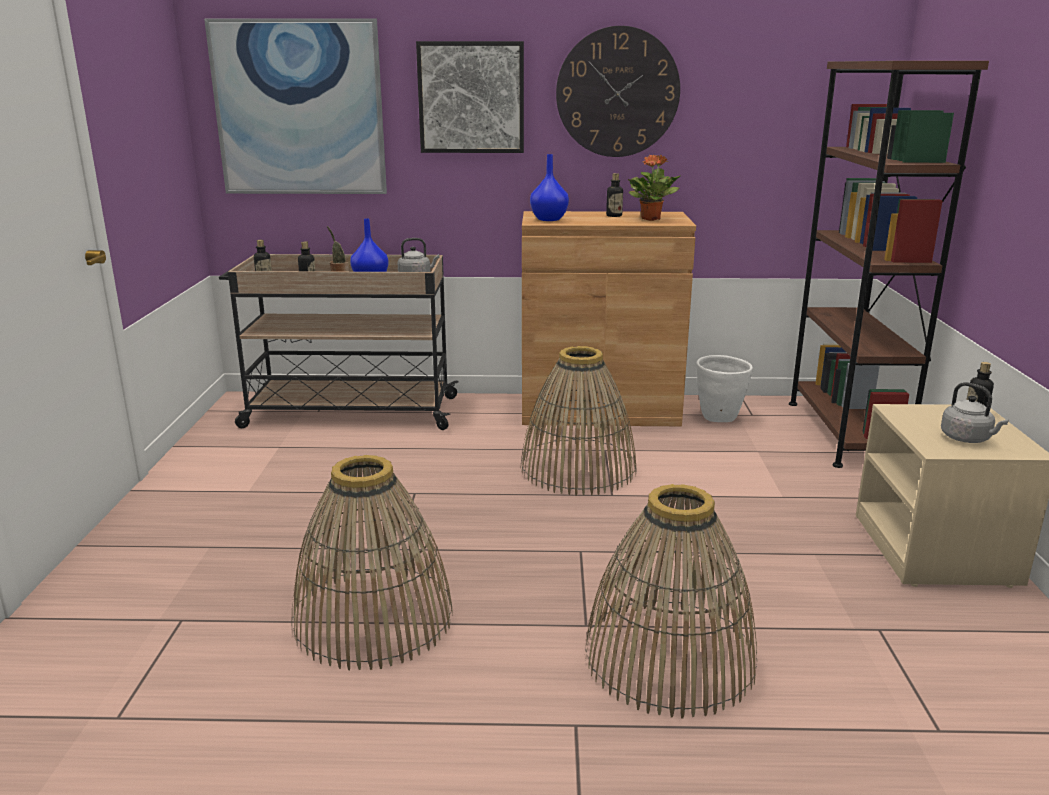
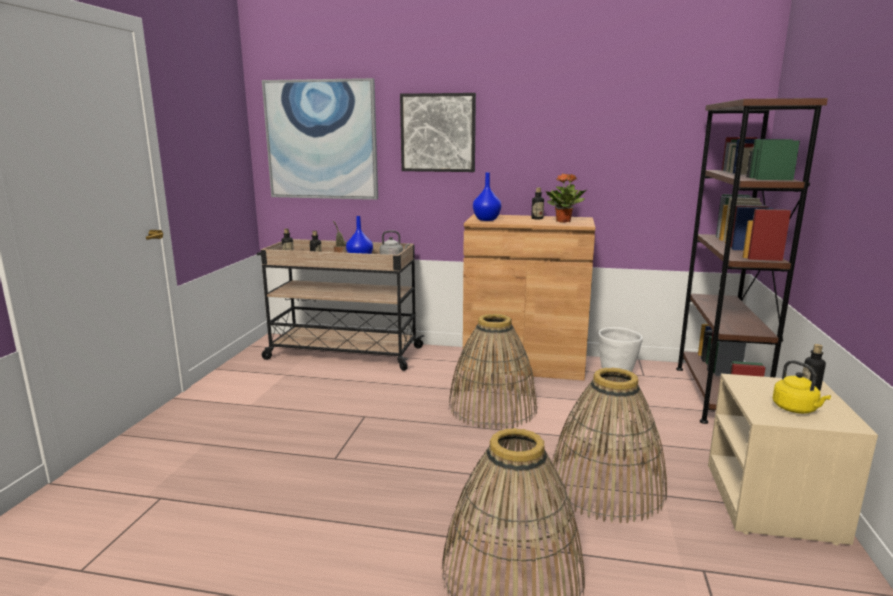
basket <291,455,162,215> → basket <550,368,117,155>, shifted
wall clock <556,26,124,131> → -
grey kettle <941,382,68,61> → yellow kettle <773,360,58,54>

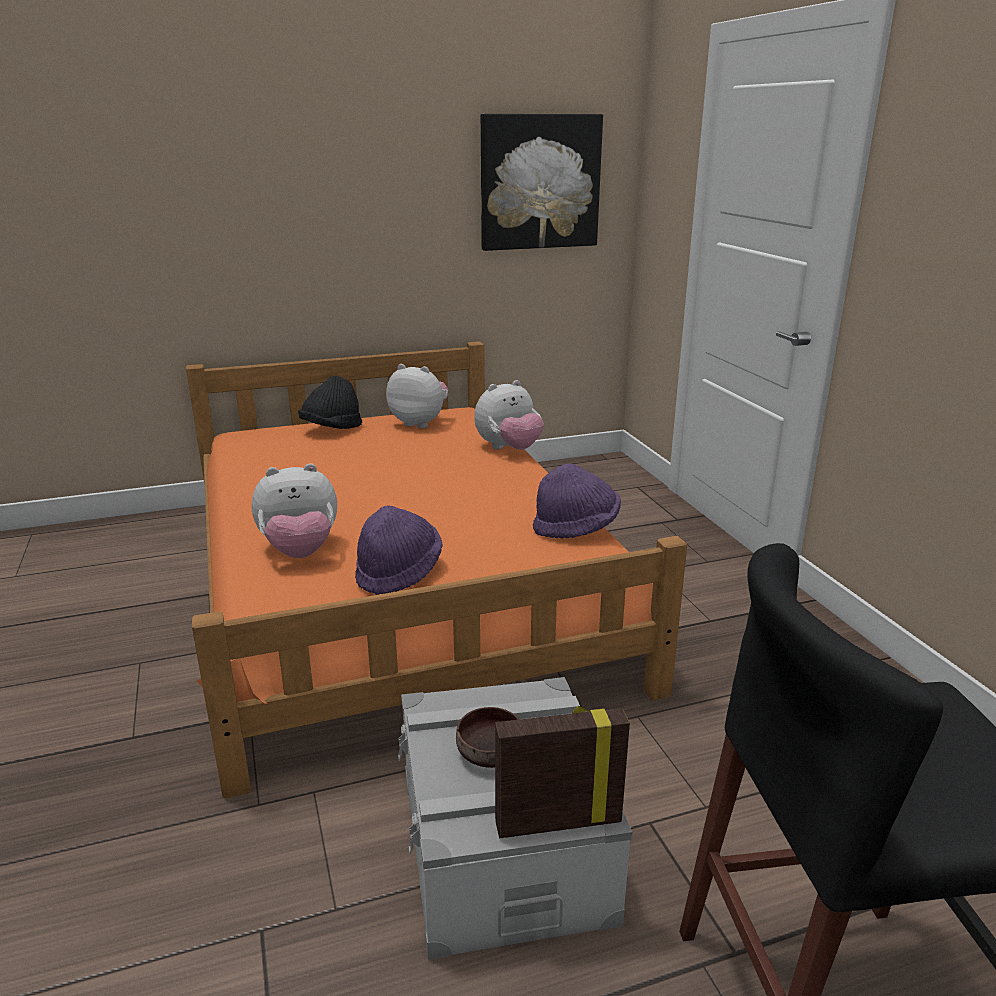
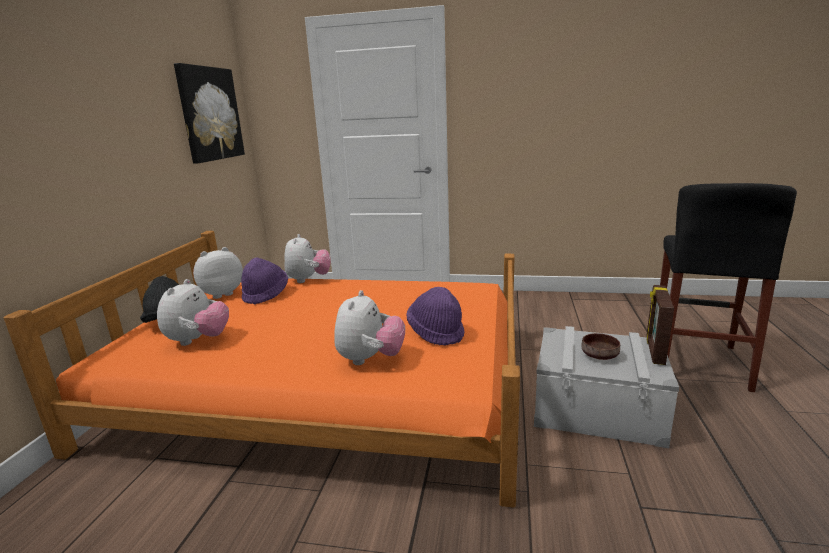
purple hat <533,463,88,76> → purple hat <241,258,47,47>, shifted
- → plush toy <157,279,72,67>

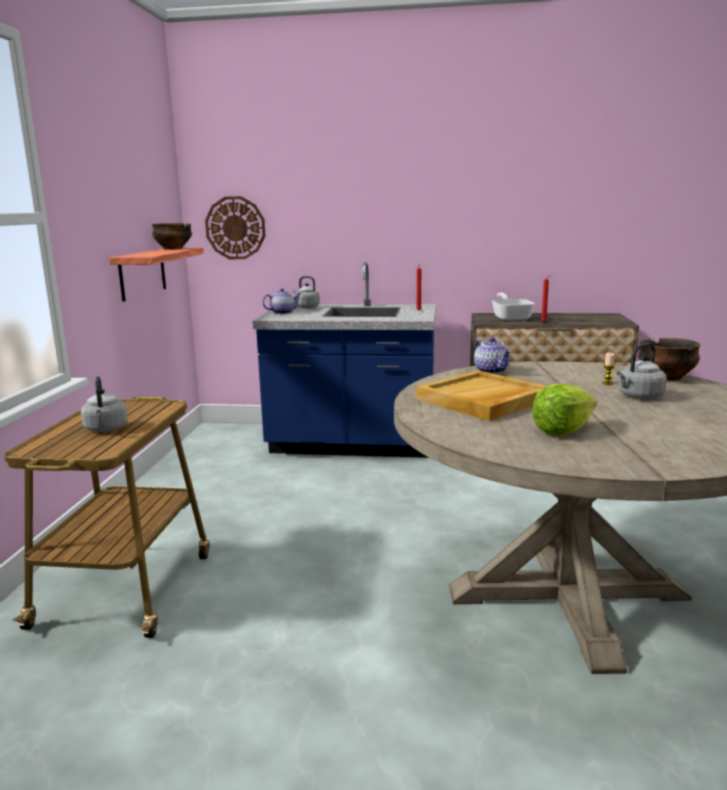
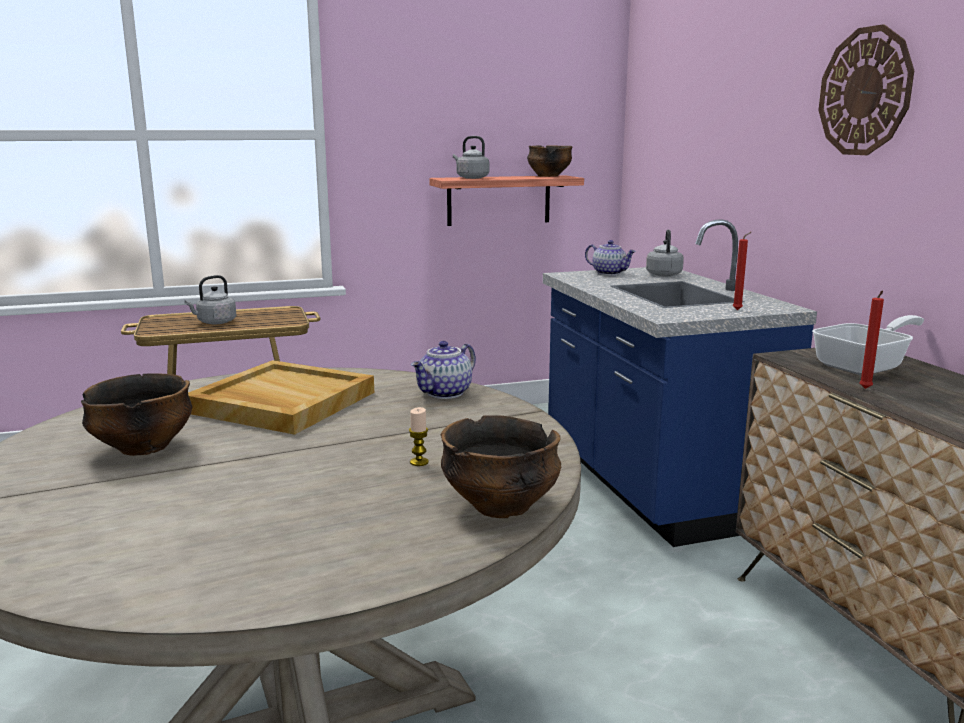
wall clock <205,196,60,63> → wall clock <819,24,95,131>, shifted
lettuce <532,384,65,51> → bowl <81,373,111,83>
grey kettle <617,343,50,56> → grey kettle <453,136,36,43>, shifted

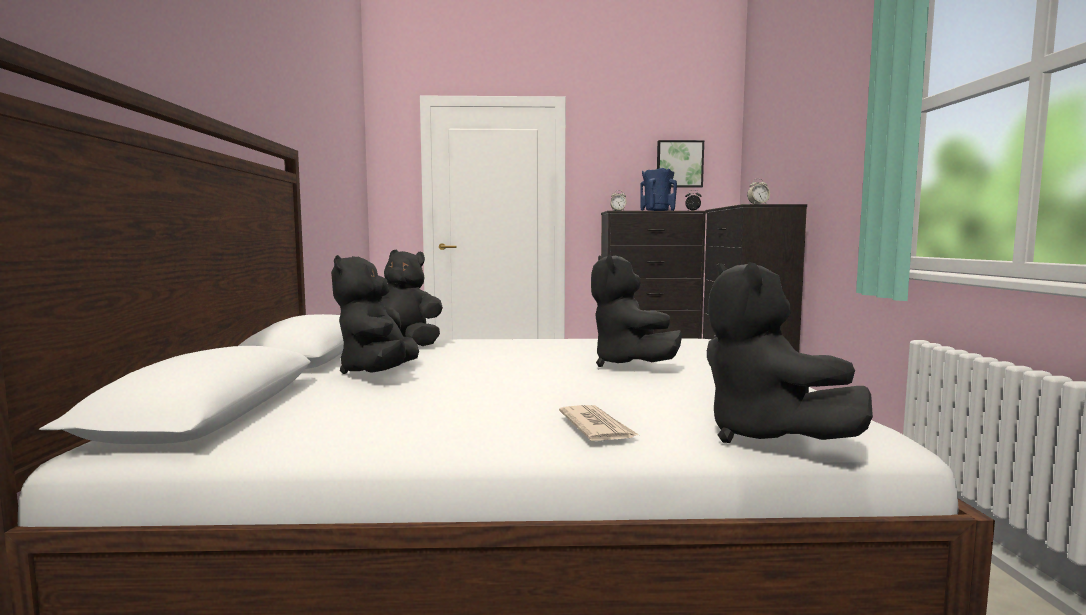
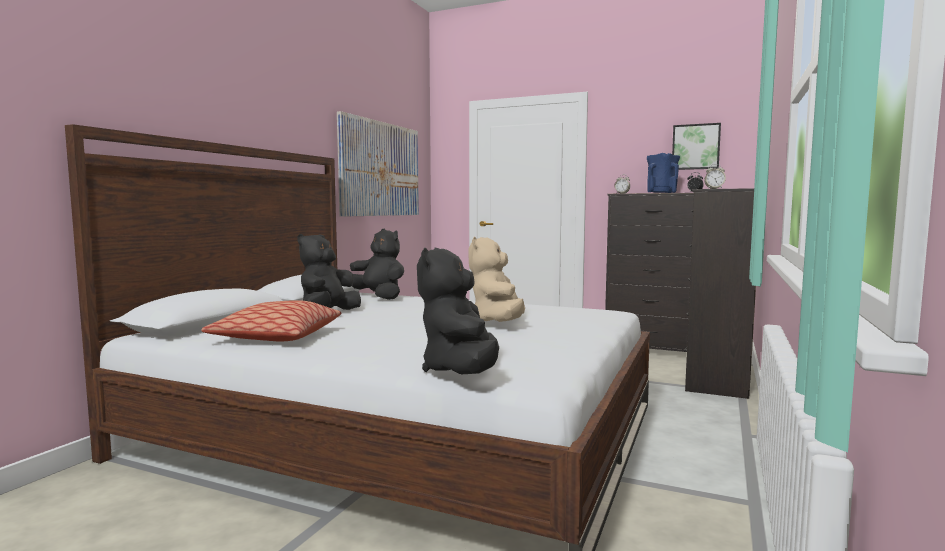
newspaper <559,405,80,36> → -
black plush toy <591,254,91,113> → beige plush toy <469,237,56,85>
- → pillow <201,300,140,41>
- → picture <337,111,82,106>

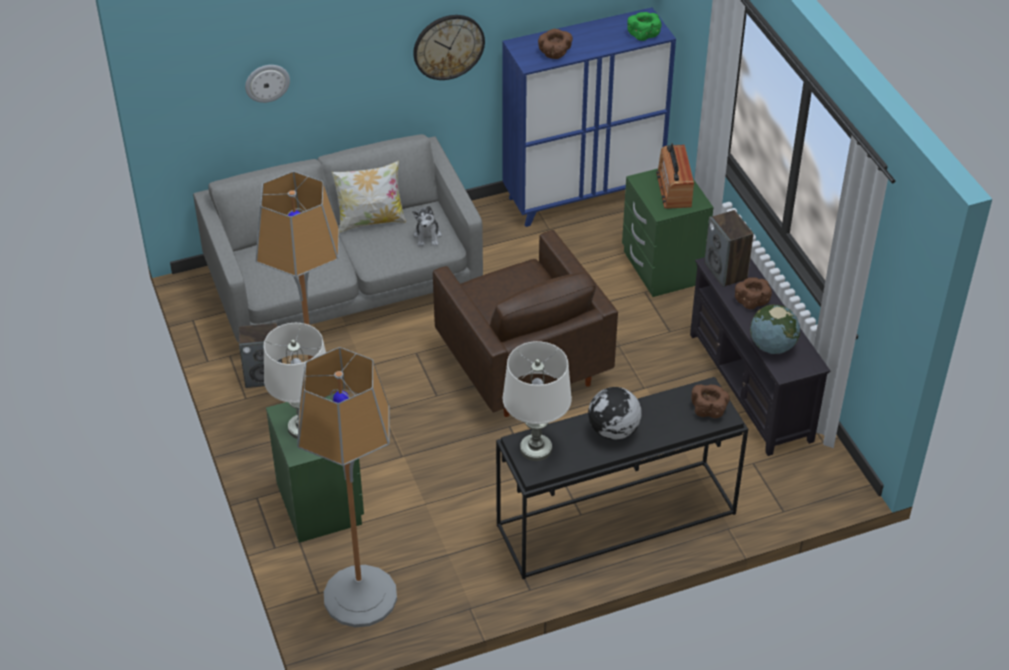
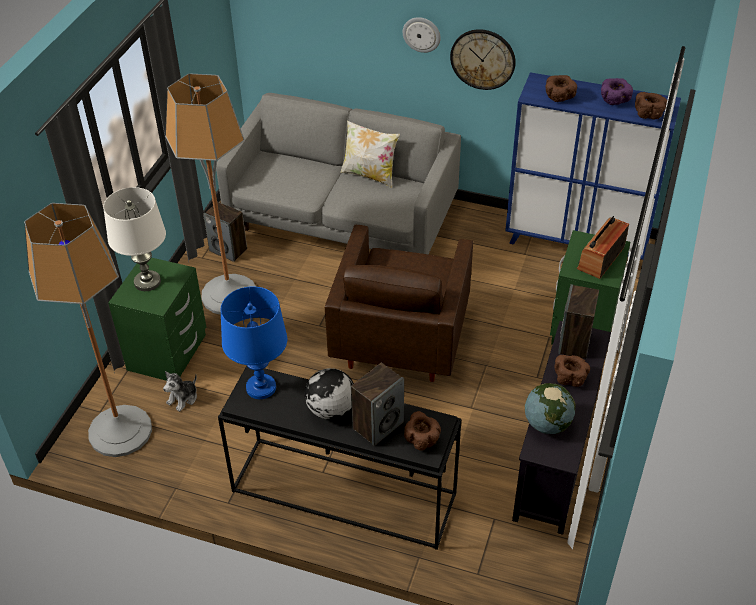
wall clock <245,65,45,38> → wall clock <403,17,38,36>, shifted
plush toy <412,206,30,41> → plush toy <163,371,34,41>, shifted
white table lamp <503,341,69,120> → blue table lamp <220,286,67,113>
green bowl <627,12,35,29> → brown bowl <635,92,32,28>
- → speaker <351,363,53,83>
- → purple bowl <601,78,32,27>

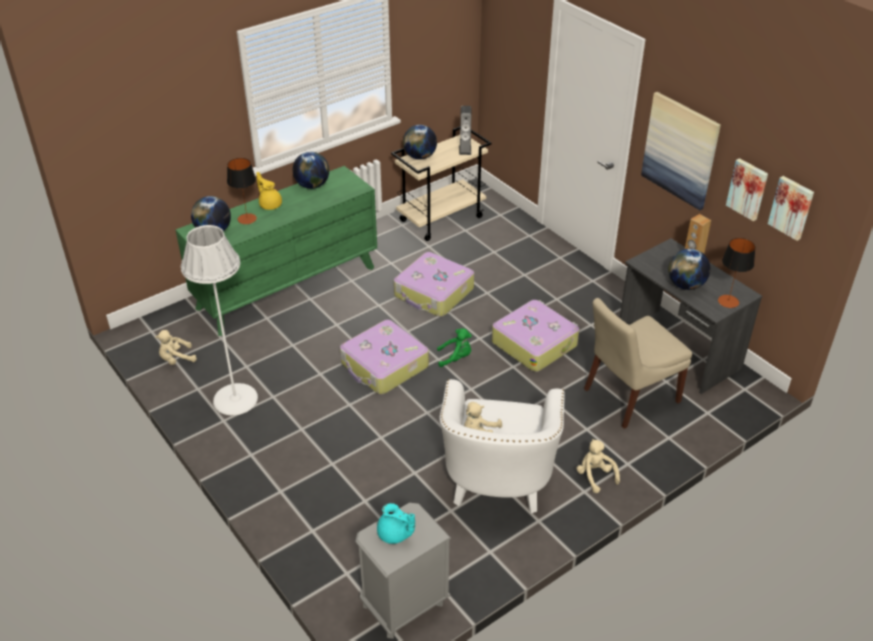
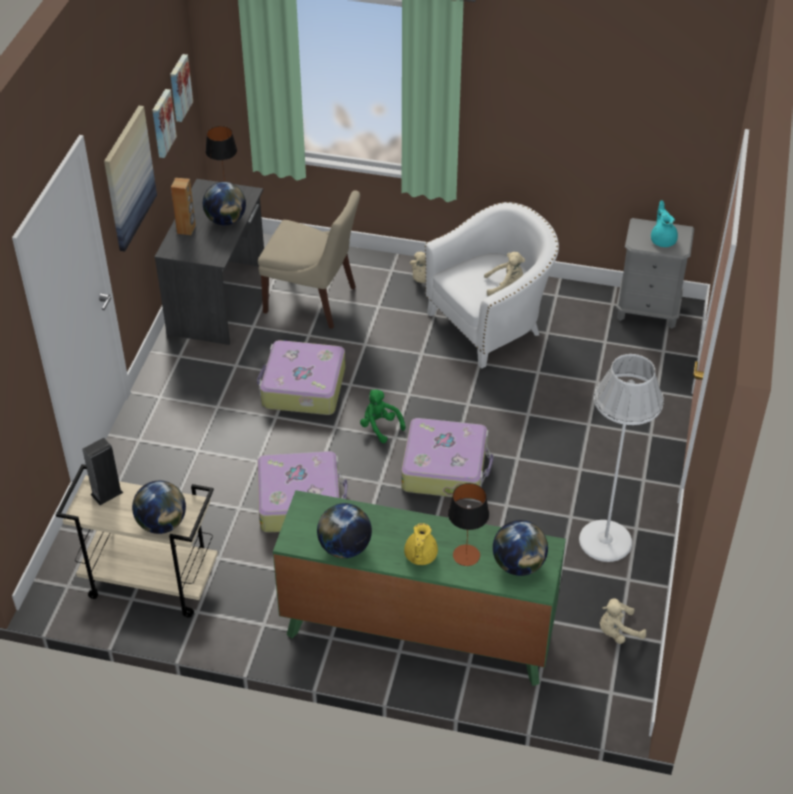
beige plush toy <155,330,42,35> → beige plush toy <600,598,46,46>, 135 degrees clockwise

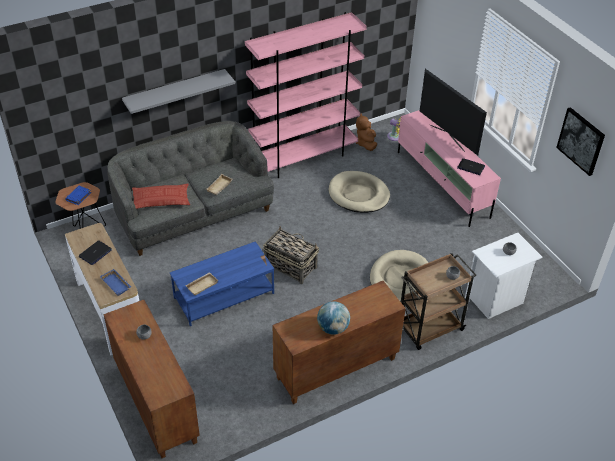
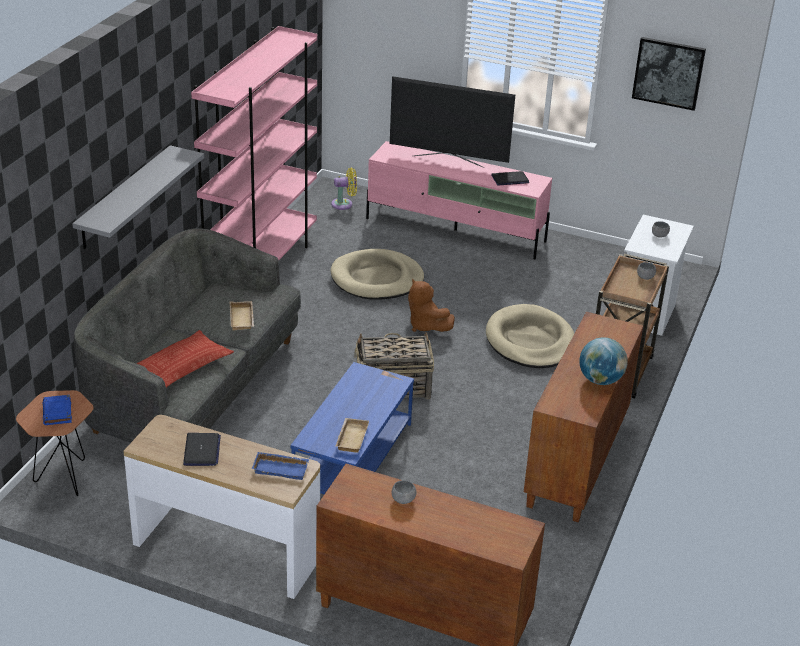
brown plush toy <356,113,21,38> → brown plush toy <408,278,47,54>, shifted

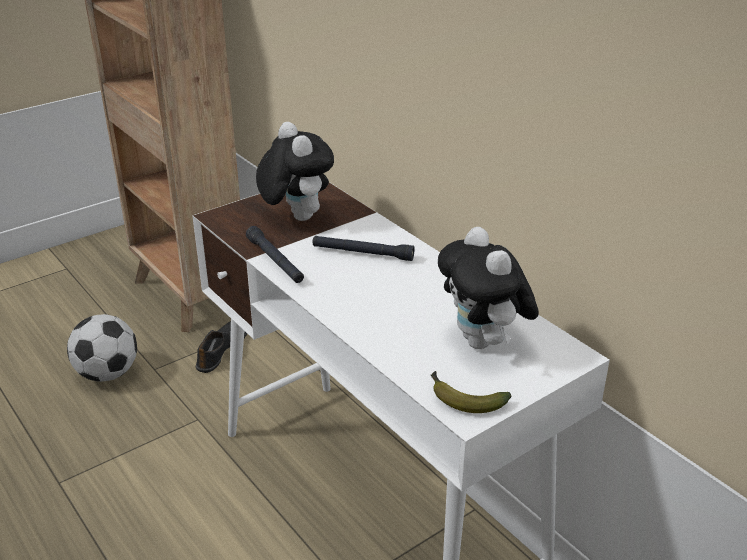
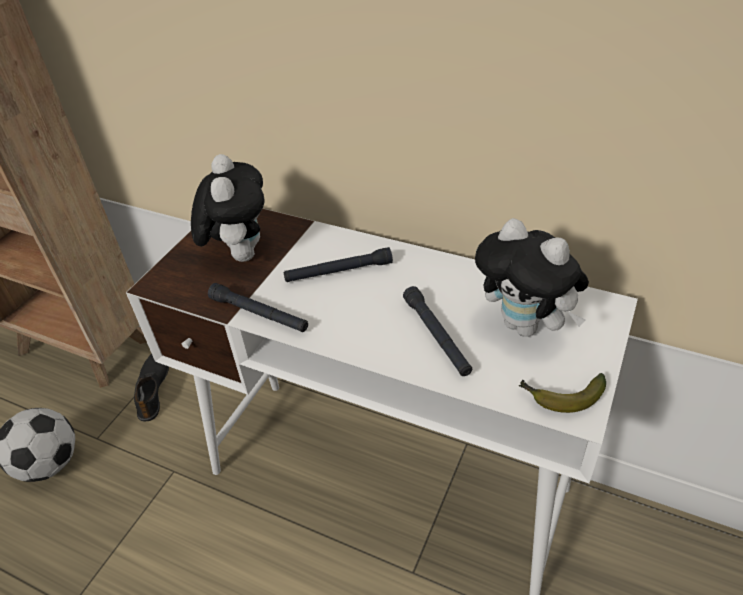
plush toy <256,122,78,99> → plush toy <191,154,74,108>, 45 degrees clockwise
- → black flashlight <403,286,69,90>

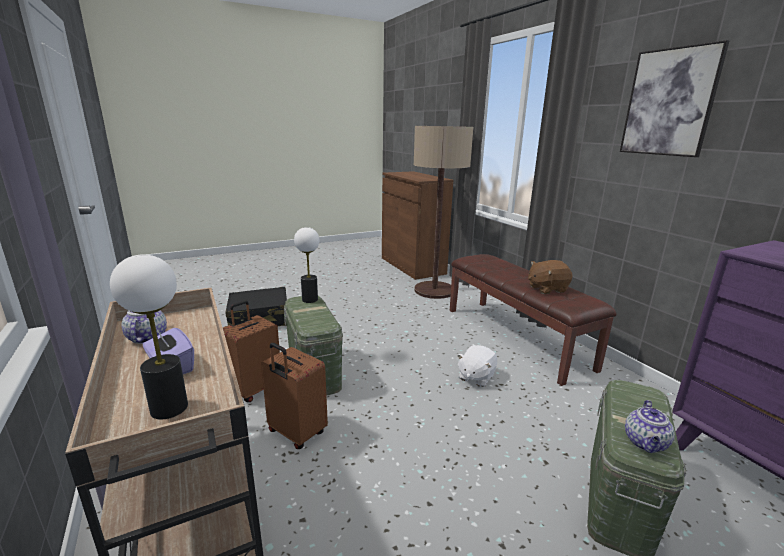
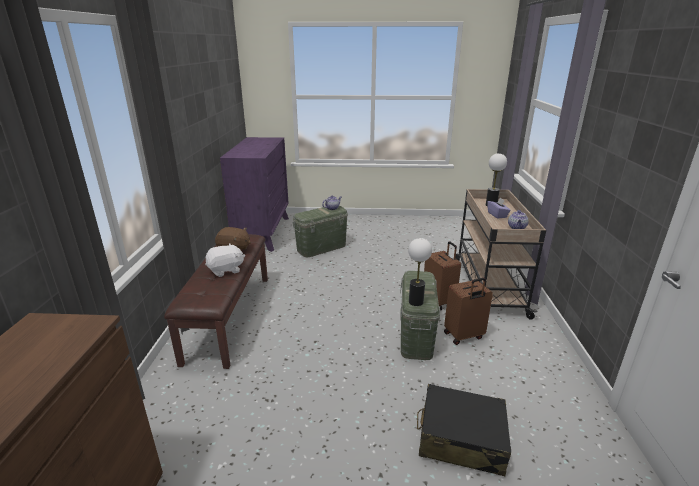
floor lamp <414,126,59,173> → -
white plush toy <457,345,40,42> → white plush toy <205,243,40,34>, shifted
picture <620,40,110,117> → -

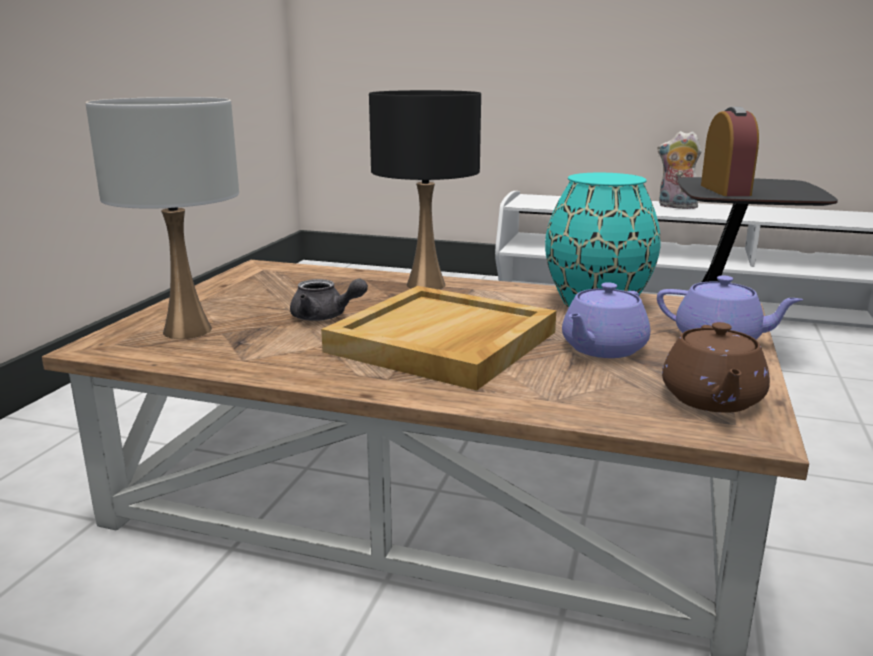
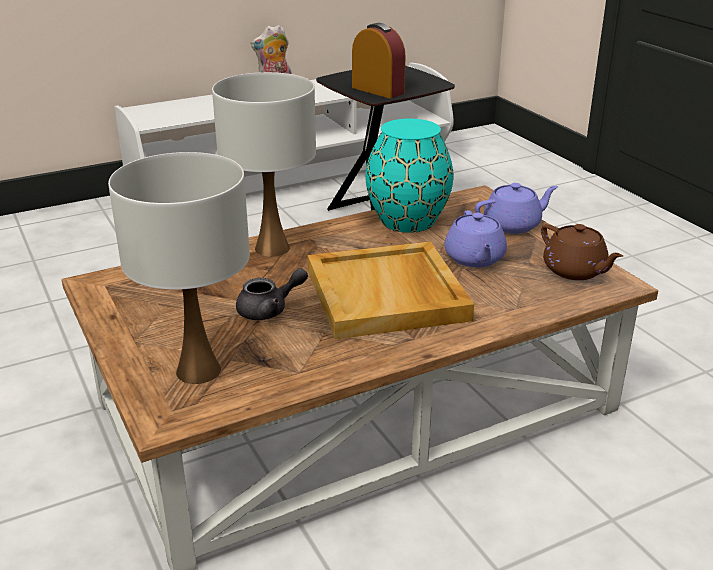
black table lamp <369,90,112,199> → white table lamp <212,72,104,185>

